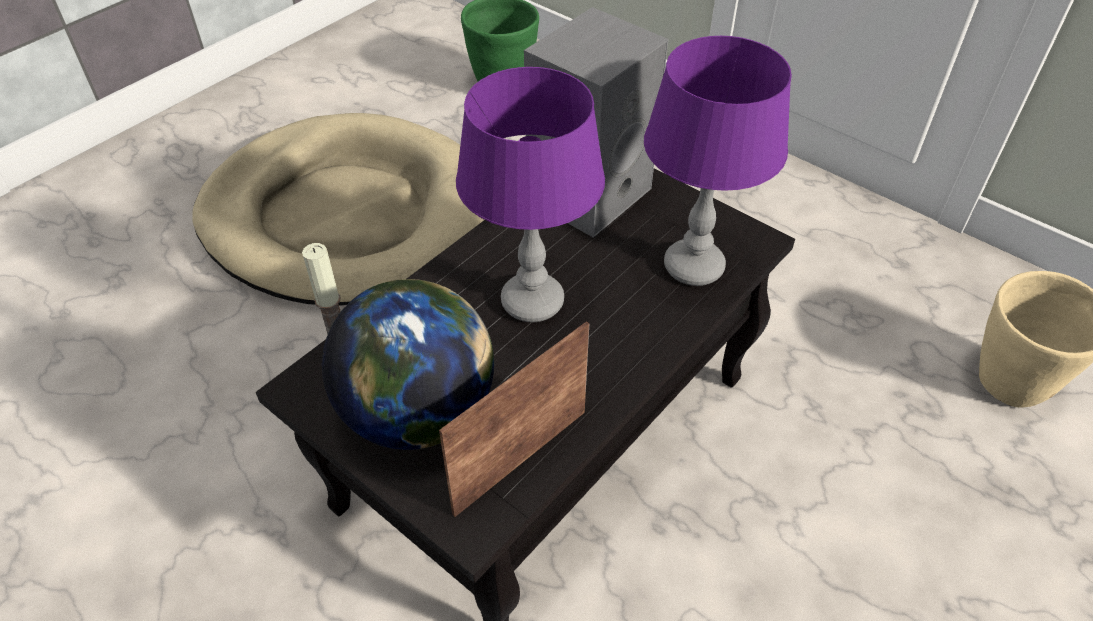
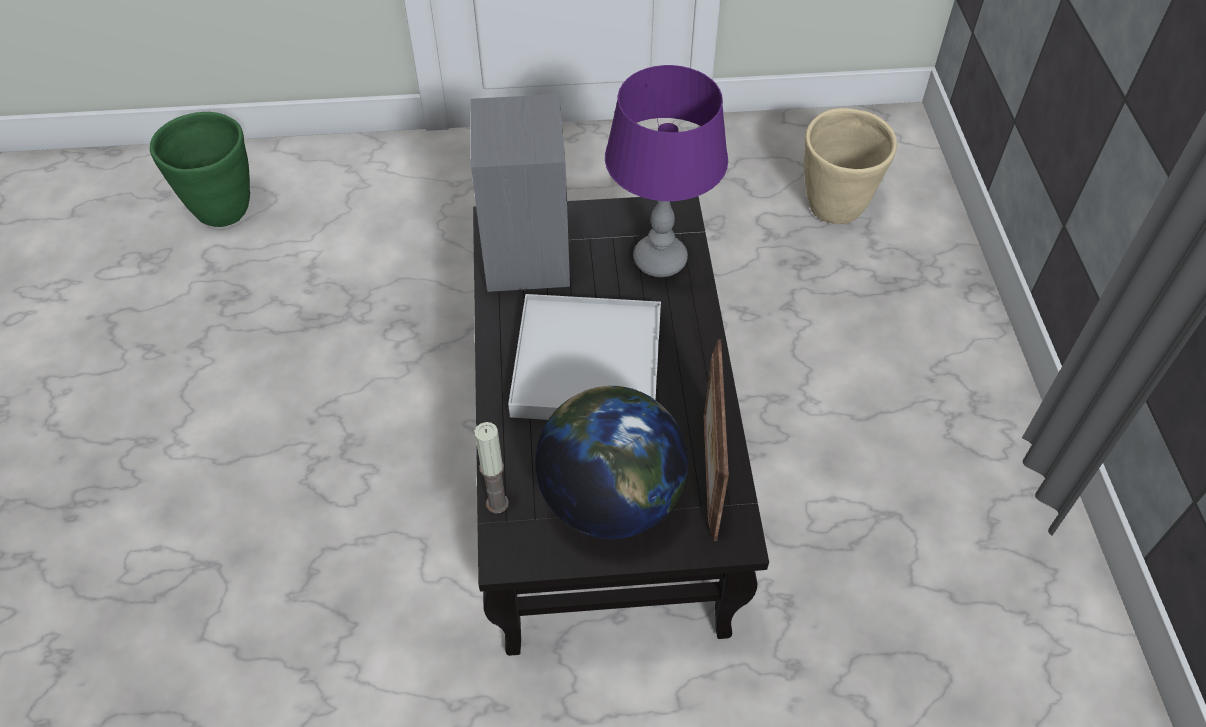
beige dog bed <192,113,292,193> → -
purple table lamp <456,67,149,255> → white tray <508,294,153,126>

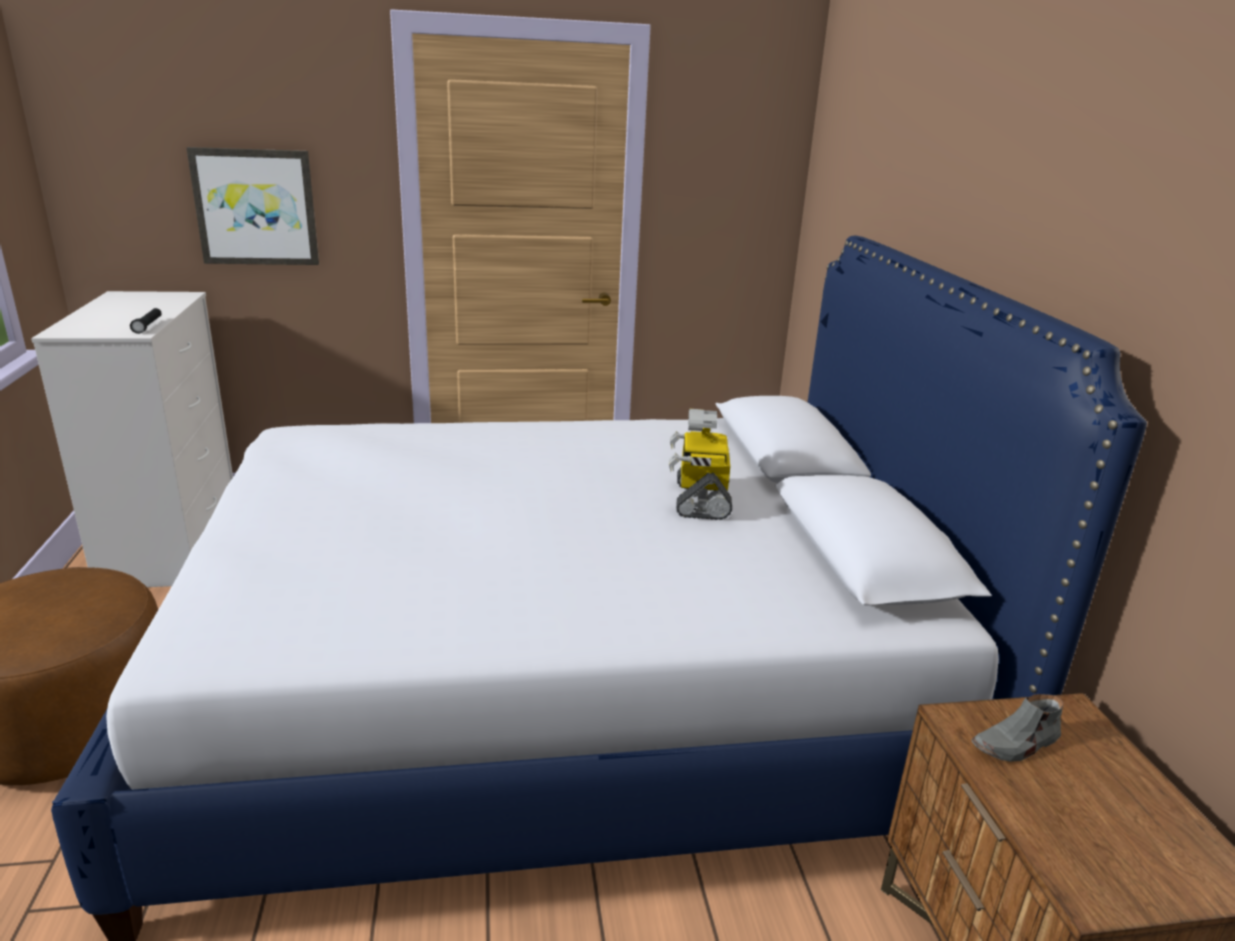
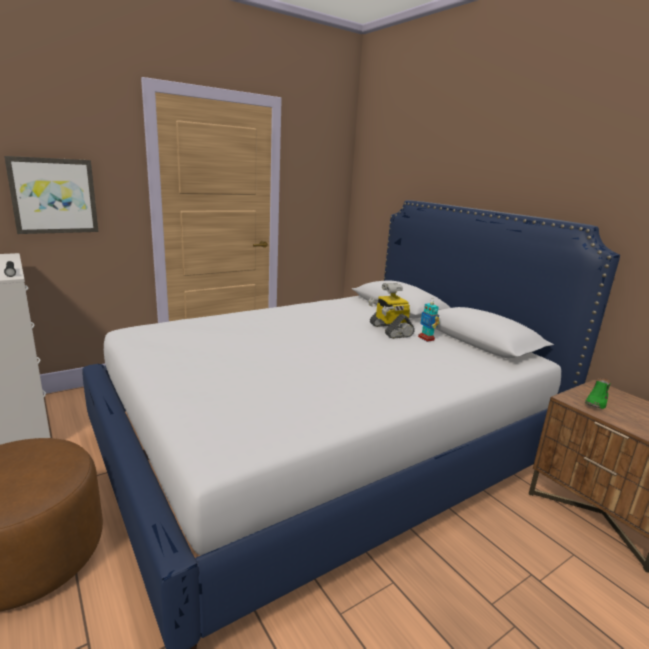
grey shoe <971,694,92,68> → green shoe <585,378,26,31>
- → toy robot <418,298,22,44>

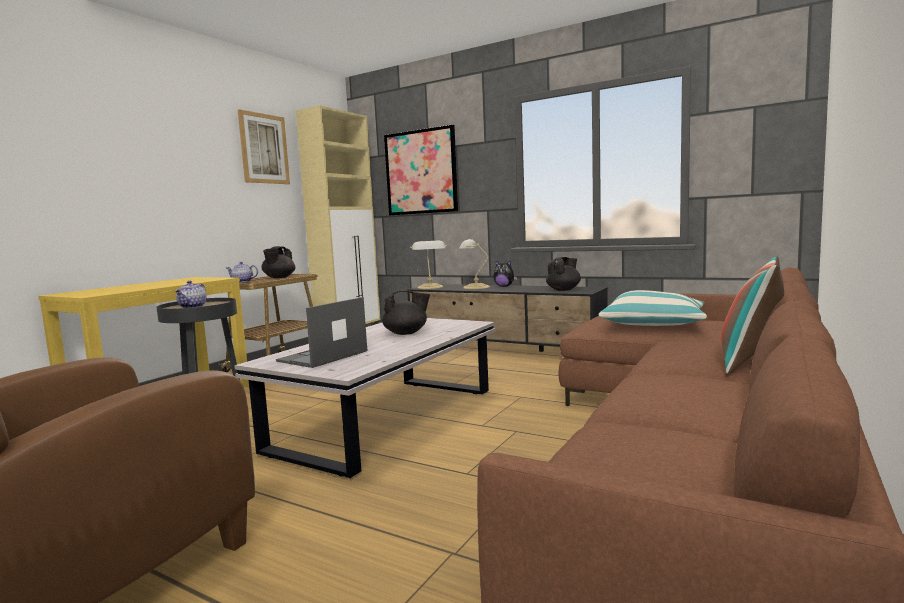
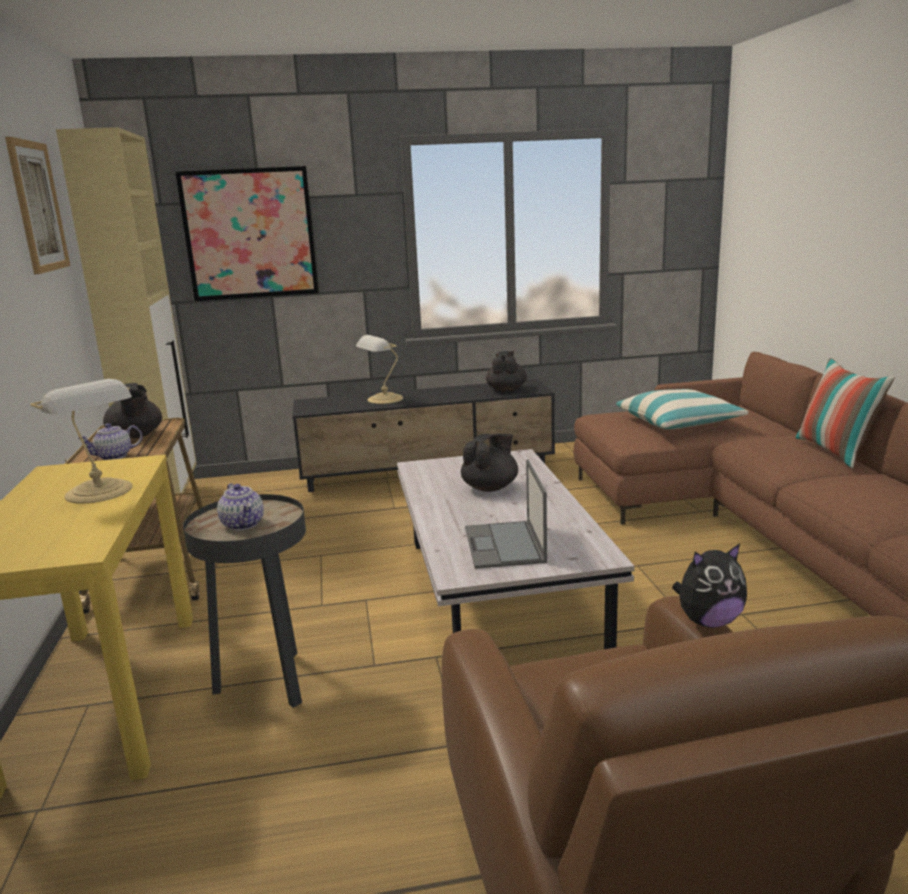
table lamp <410,240,37,49> → table lamp <30,379,103,125>, shifted
plush toy <494,261,23,26> → plush toy <672,544,75,84>, shifted

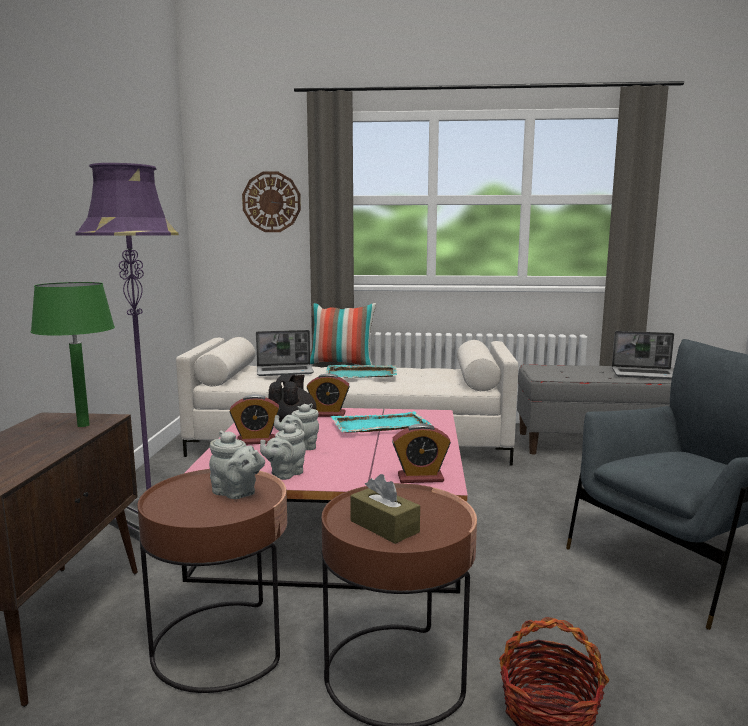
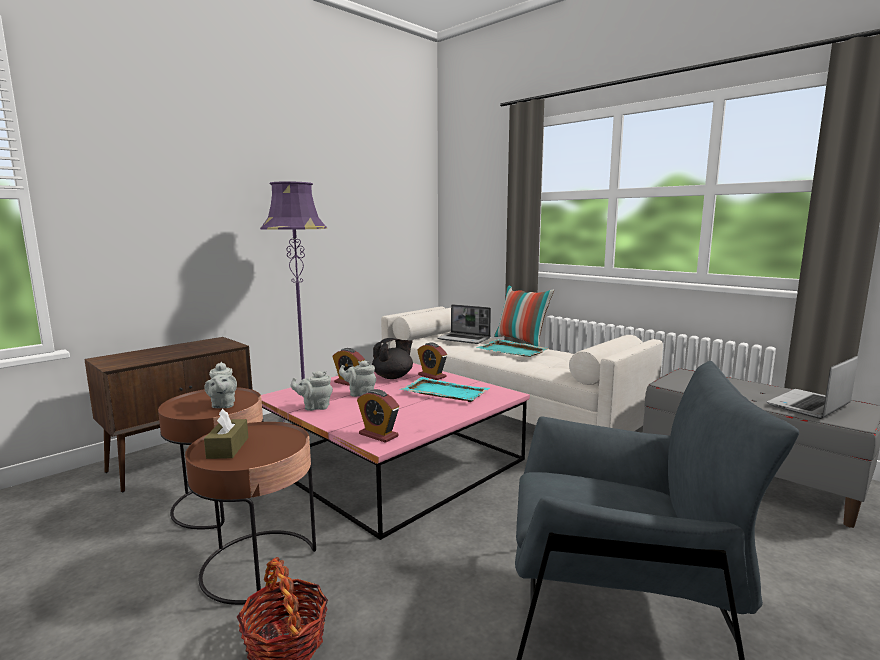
green table lamp <31,282,84,145> → -
wall clock <242,171,59,61> → -
laptop <612,331,62,48> → laptop <767,356,91,63>, 90 degrees clockwise

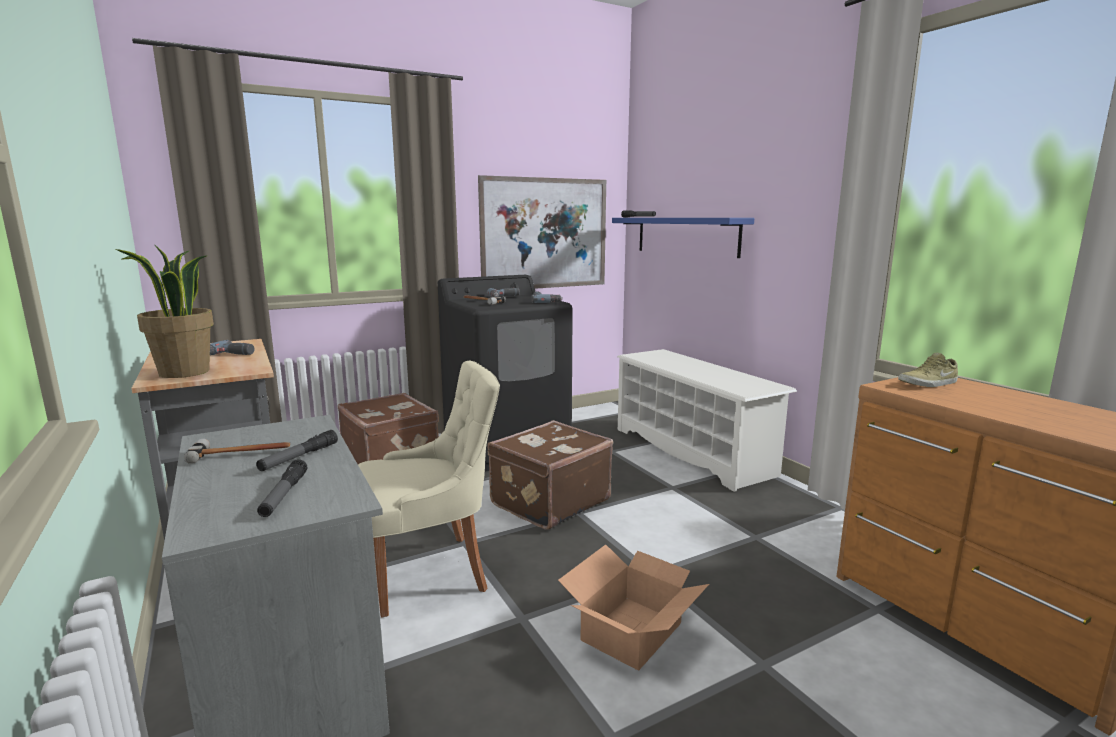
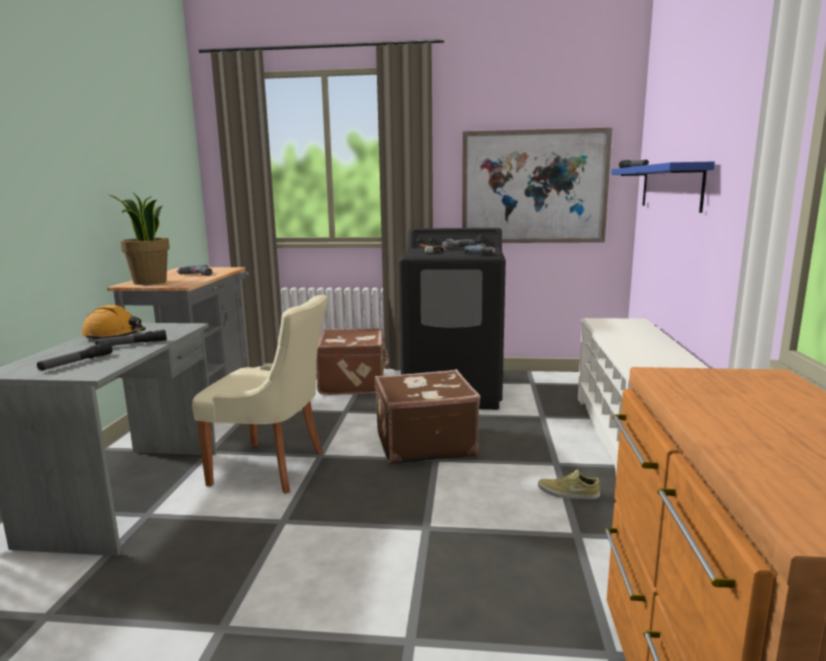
hammer <184,439,106,25> → orange hard hat <81,305,65,36>
cardboard box <558,544,151,127> → -
beige shoe <898,353,60,34> → beige shoe <538,469,62,30>, shifted

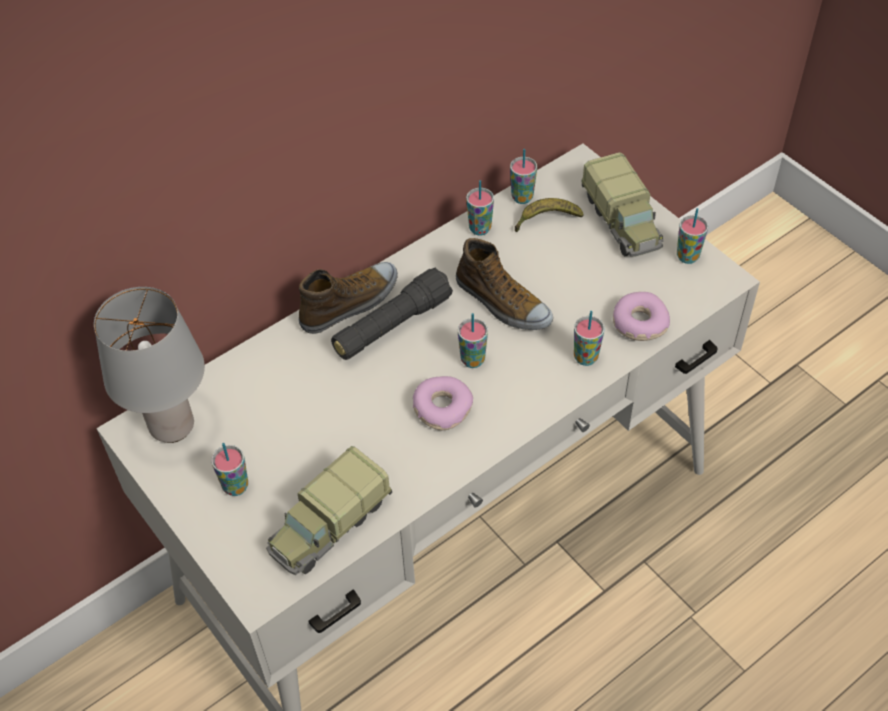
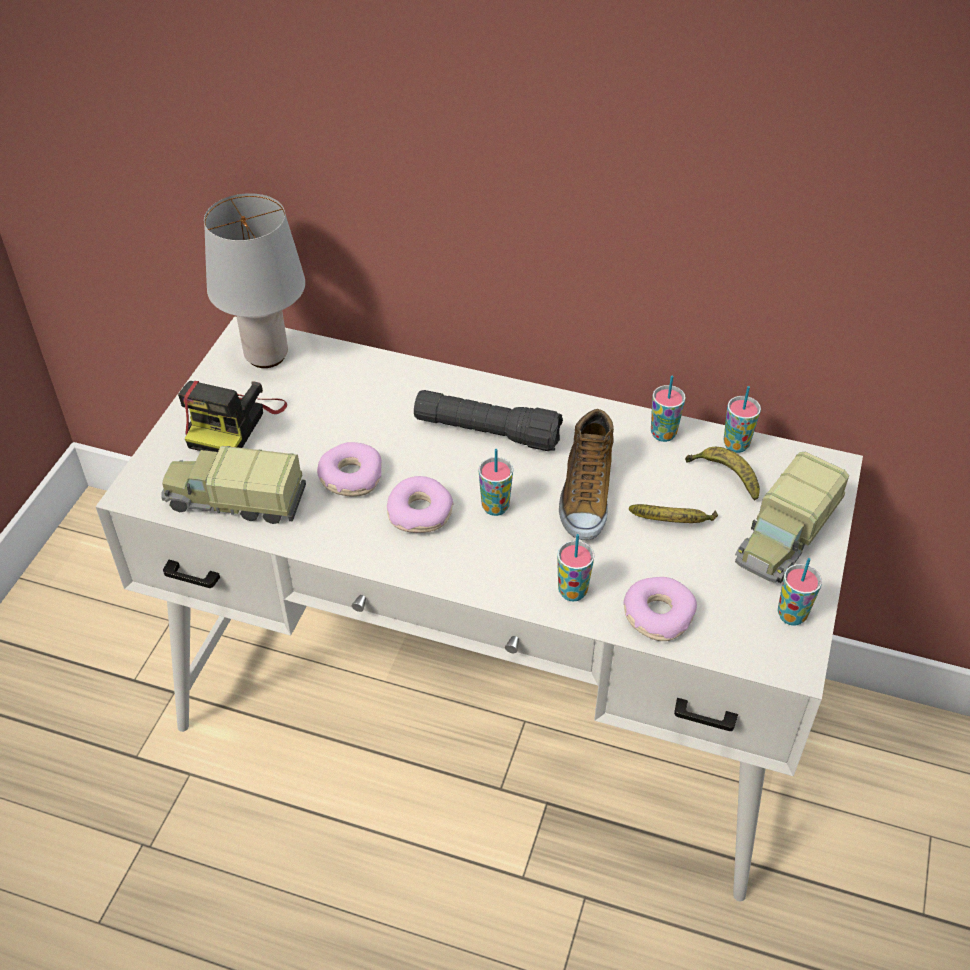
cup <211,443,37,53> → photo camera <178,381,109,71>
shoe <299,262,99,72> → -
- → donut <317,442,65,55>
- → banana <629,504,89,19>

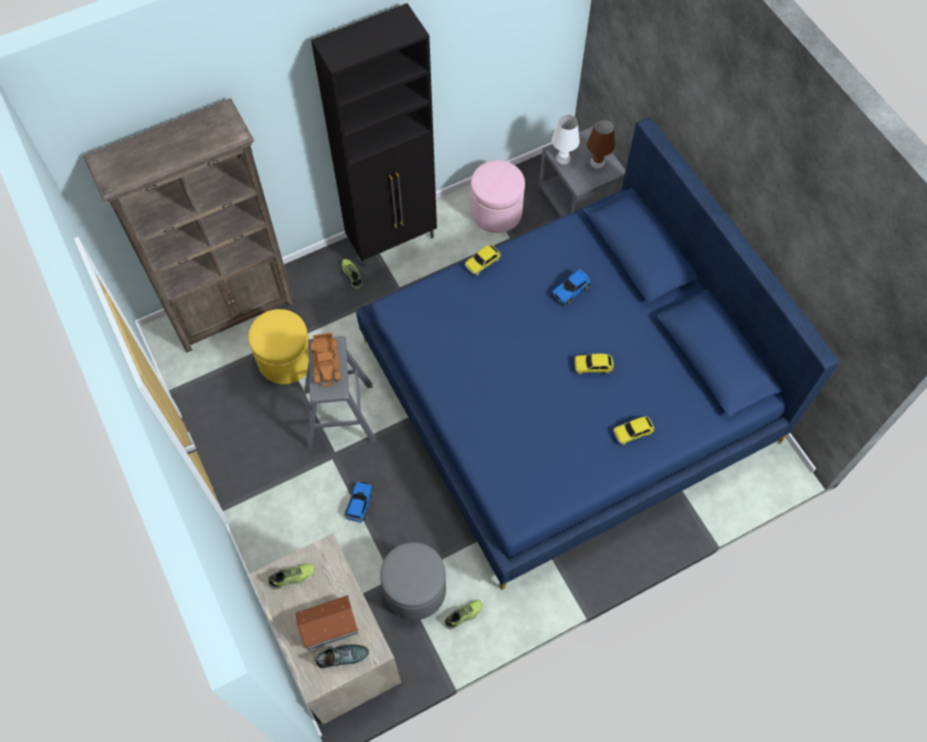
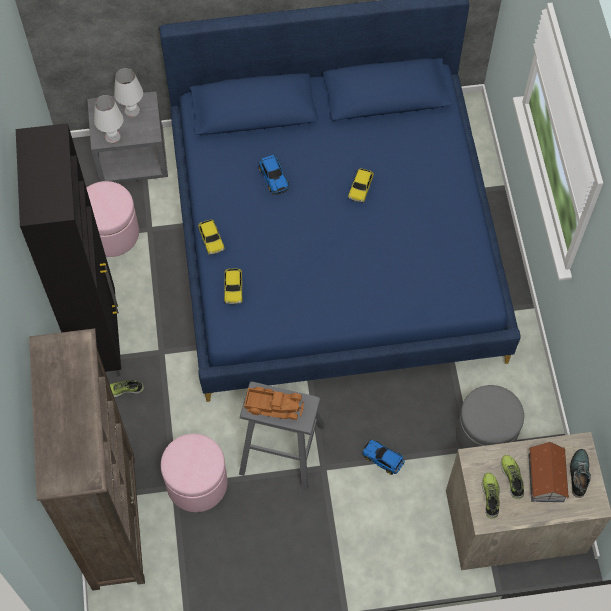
yellow ottoman <248,309,61,75> → pink ottoman <161,434,67,78>
shoe <444,600,38,29> → shoe <501,455,23,44>, shifted
brown table lamp <587,119,28,50> → white table lamp <114,68,29,49>
toy car <613,416,42,29> → toy car <223,268,20,36>, shifted

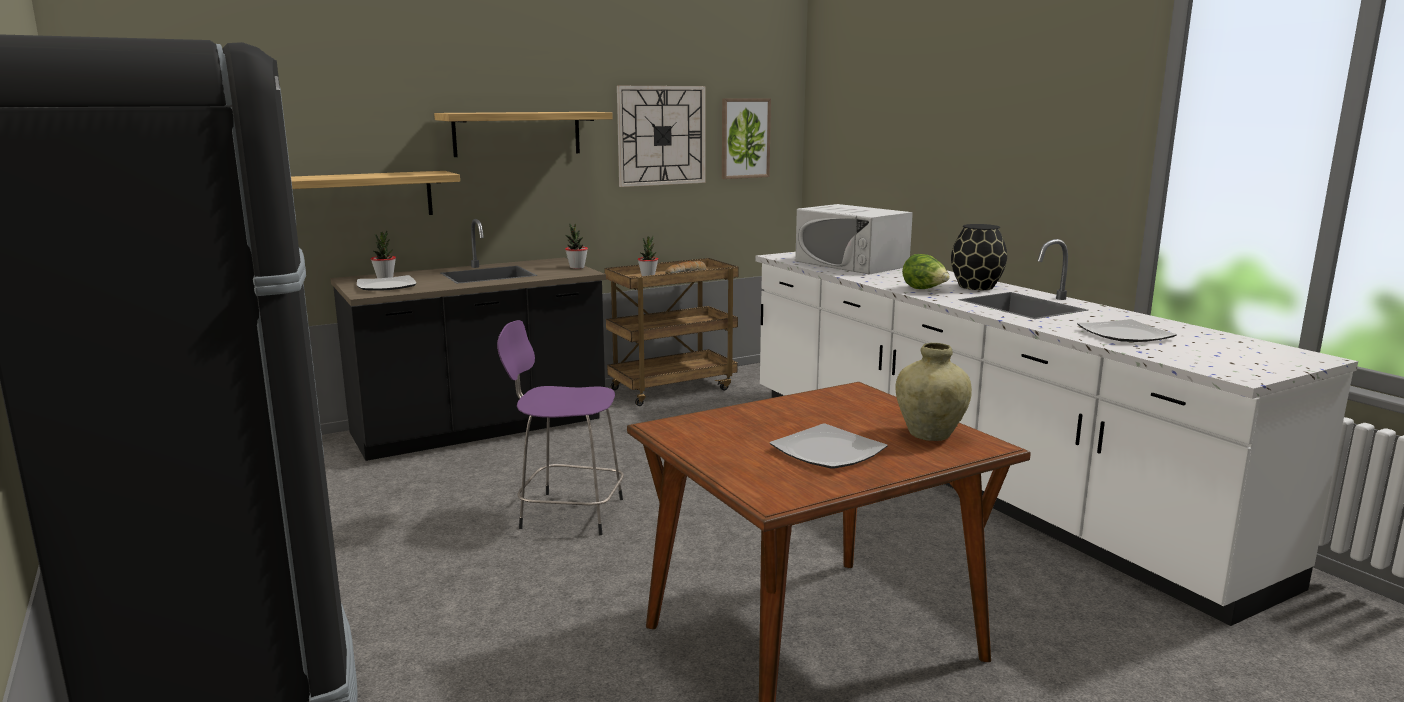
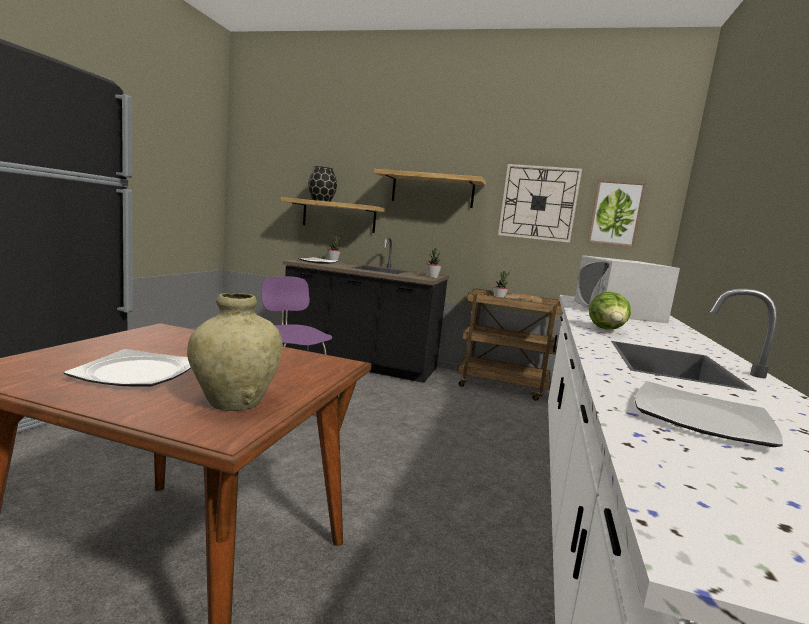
black vase <951,224,56,66> → black vase <308,166,29,36>, shifted

